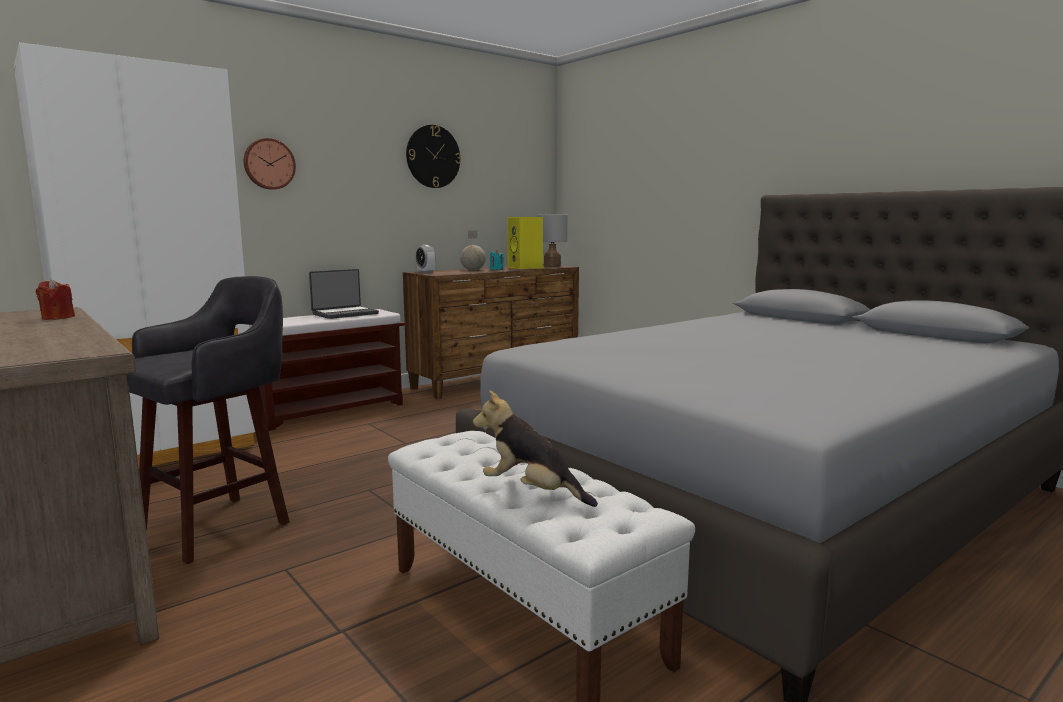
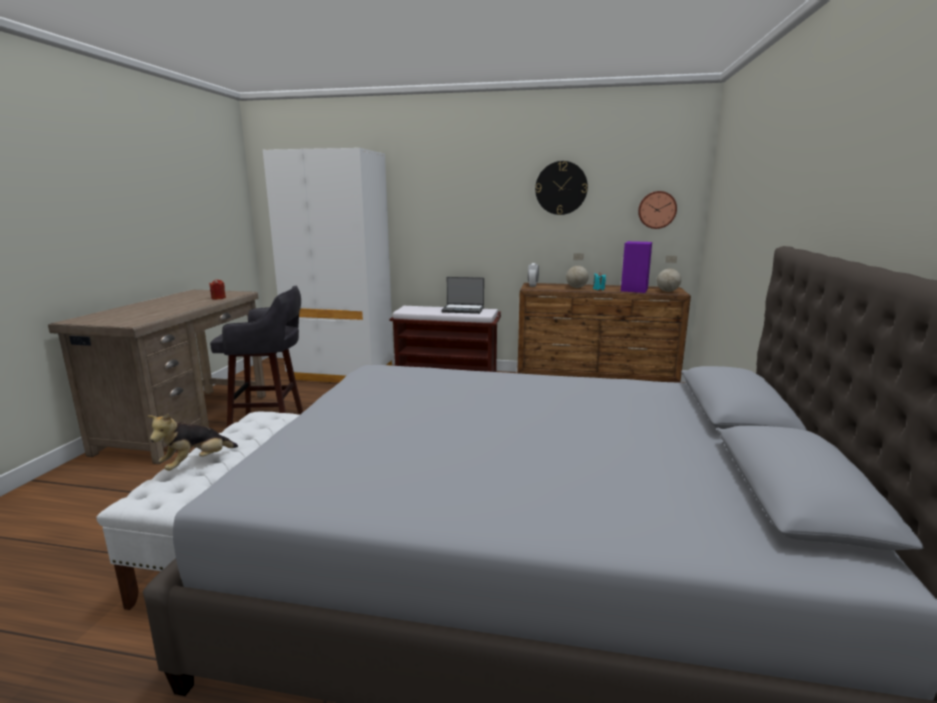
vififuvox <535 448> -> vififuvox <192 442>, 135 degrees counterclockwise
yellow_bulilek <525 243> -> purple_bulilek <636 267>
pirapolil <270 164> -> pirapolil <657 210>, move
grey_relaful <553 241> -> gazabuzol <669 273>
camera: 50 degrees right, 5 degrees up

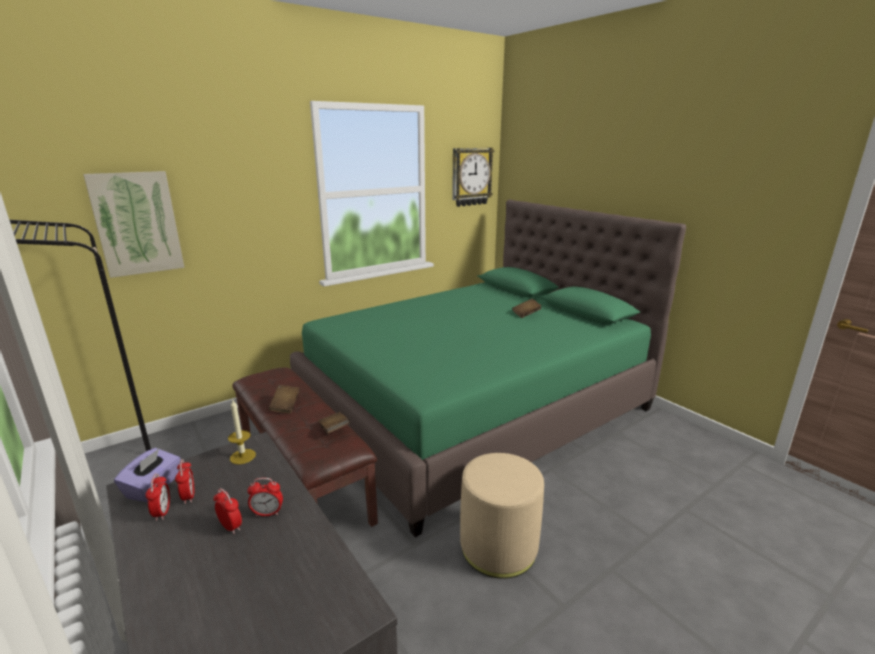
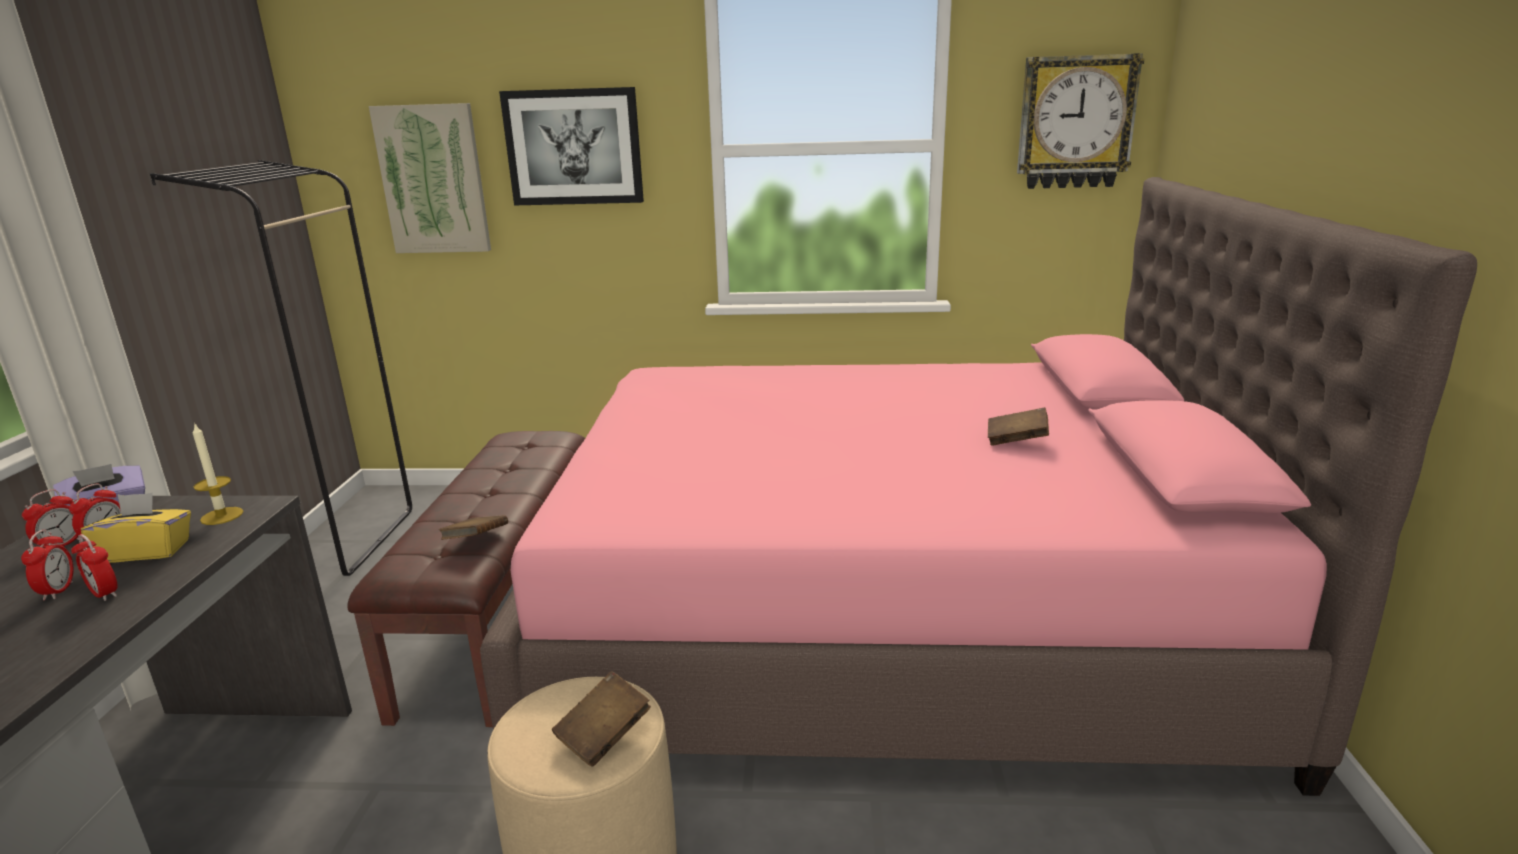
none -> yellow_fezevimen <136 528>
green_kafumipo <488 368> -> pink_kafumipo <978 486>
none -> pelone <571 146>
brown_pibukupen <283 399> -> brown_pibukupen <601 719>, move
camera: 40 degrees right, 0 degrees up

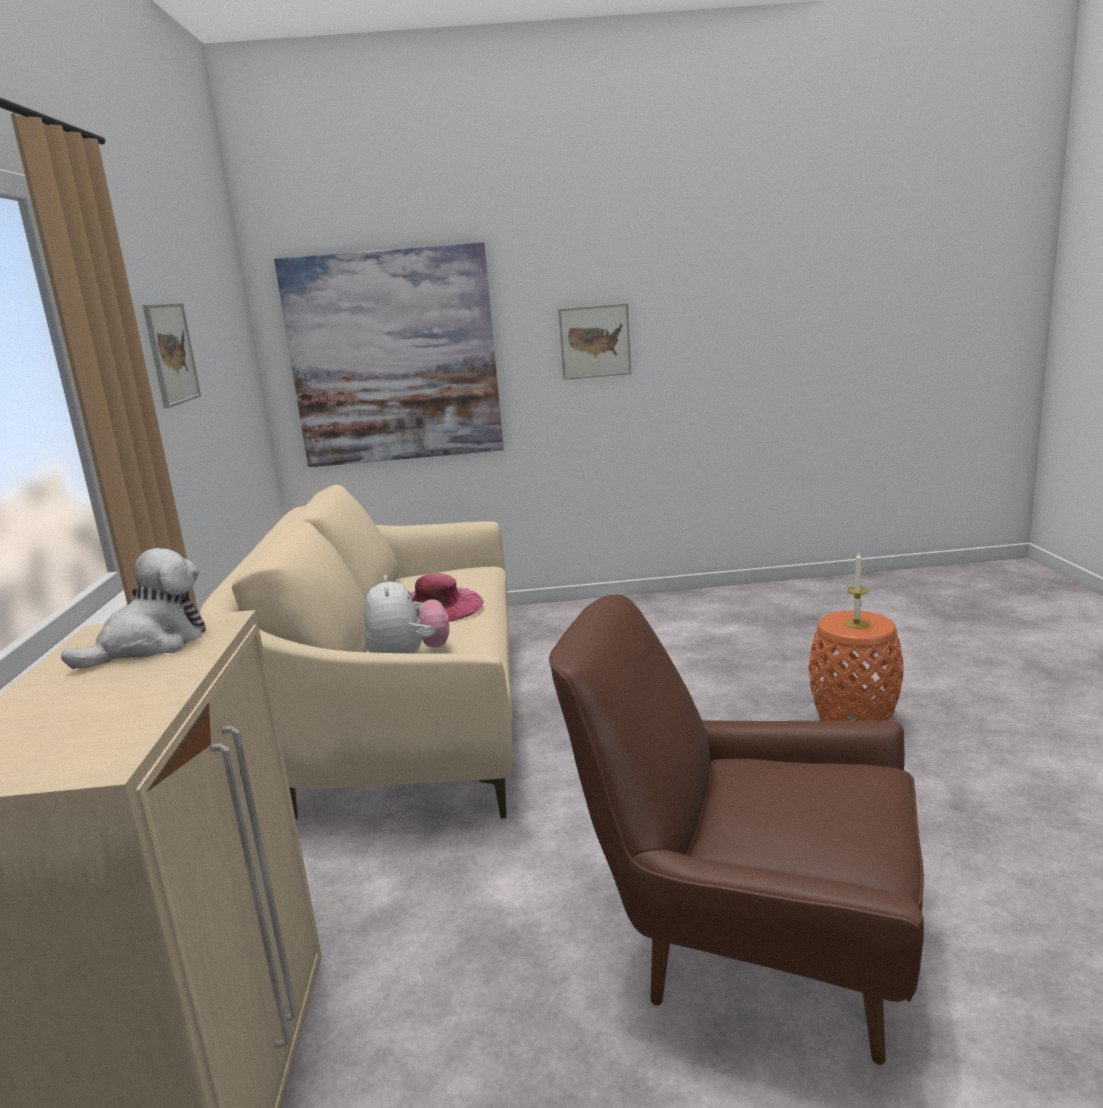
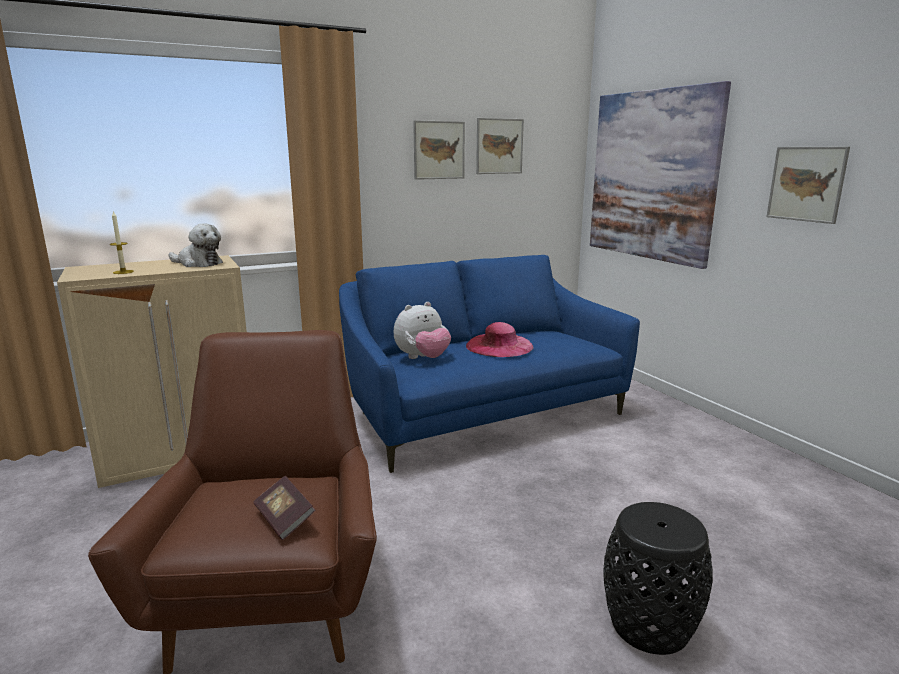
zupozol <856 591> -> zupozol <122 242>, move
none -> pibukupen <284 508>
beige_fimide <356 652> -> blue_fimide <489 364>
none -> pelone <500 146>
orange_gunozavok <856 666> -> black_gunozavok <658 578>
camera: 65 degrees right, 0 degrees up

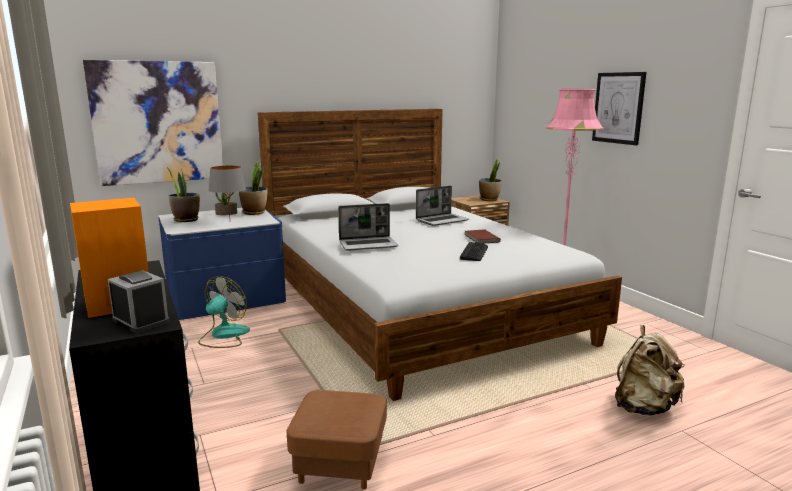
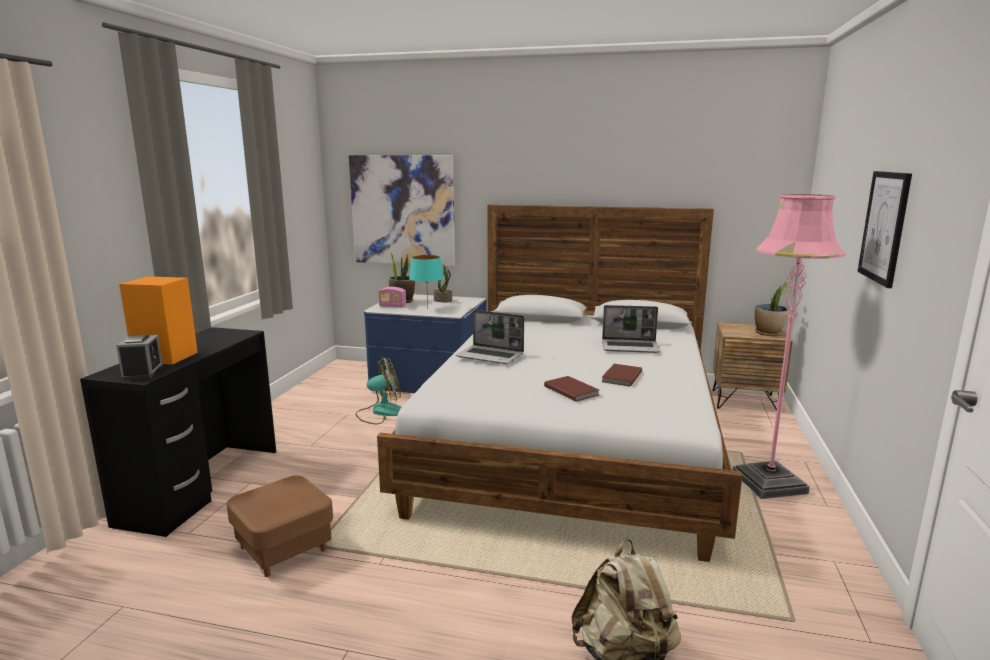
none -> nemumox <392 297>
grey_relaful <227 191> -> turquoise_relaful <426 282>
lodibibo <474 251> -> brown_pibukupen <571 389>
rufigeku <253 187> -> none
camera: 40 degrees right, 0 degrees up

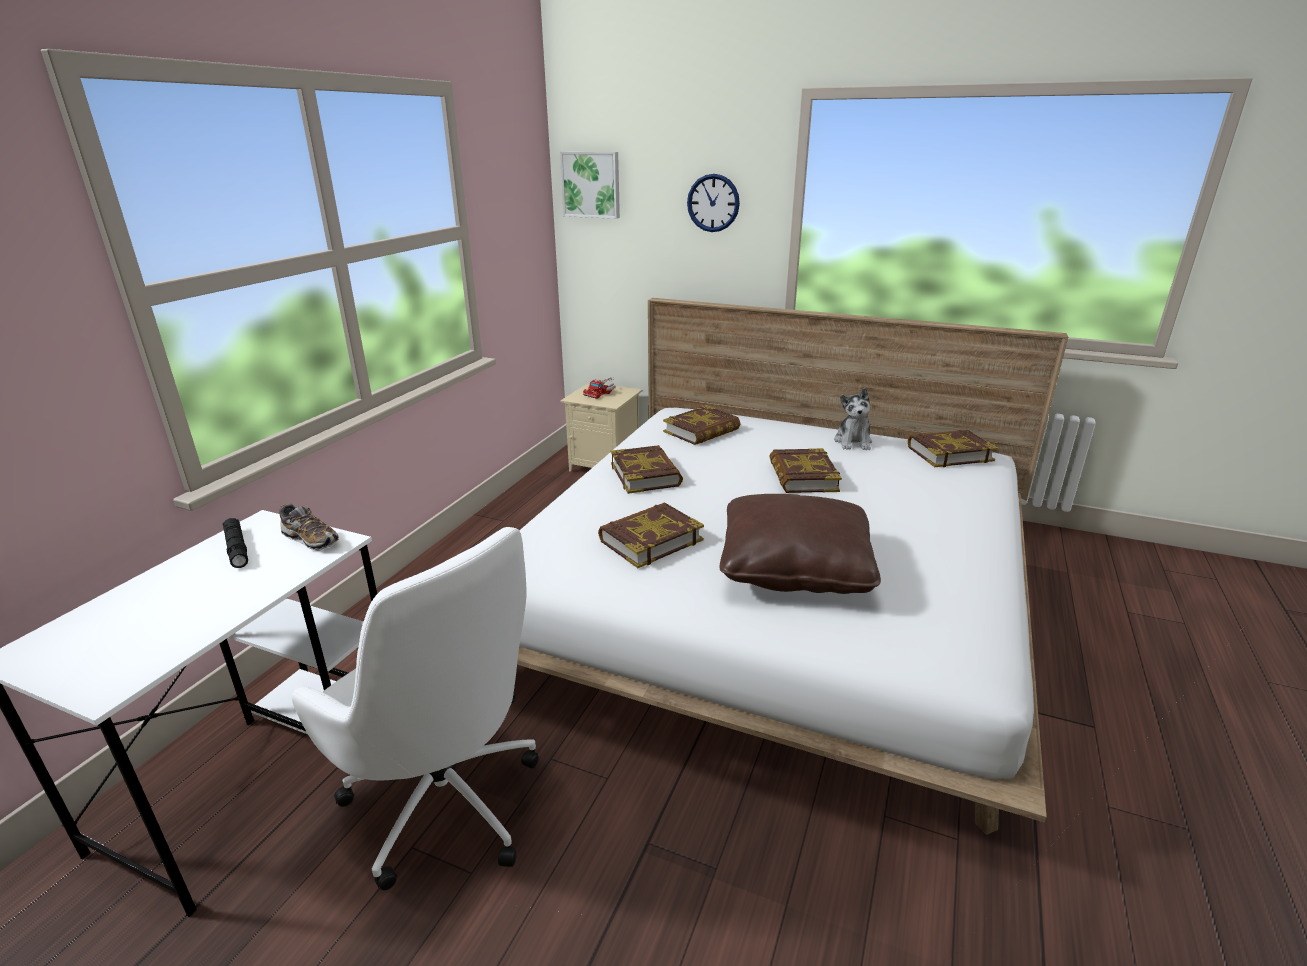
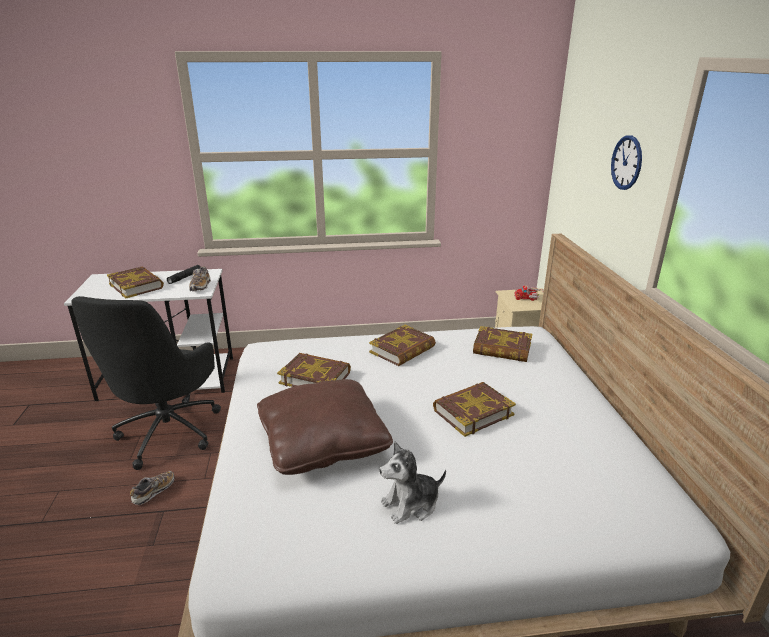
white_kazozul <415 708> -> black_kazozul <146 383>
pibukupen <953 448> -> pibukupen <135 282>, move
none -> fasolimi <152 488>
vififuvox <853 419> -> vififuvox <412 483>, move
pelone <590 185> -> none
camera: 60 degrees right, 0 degrees up

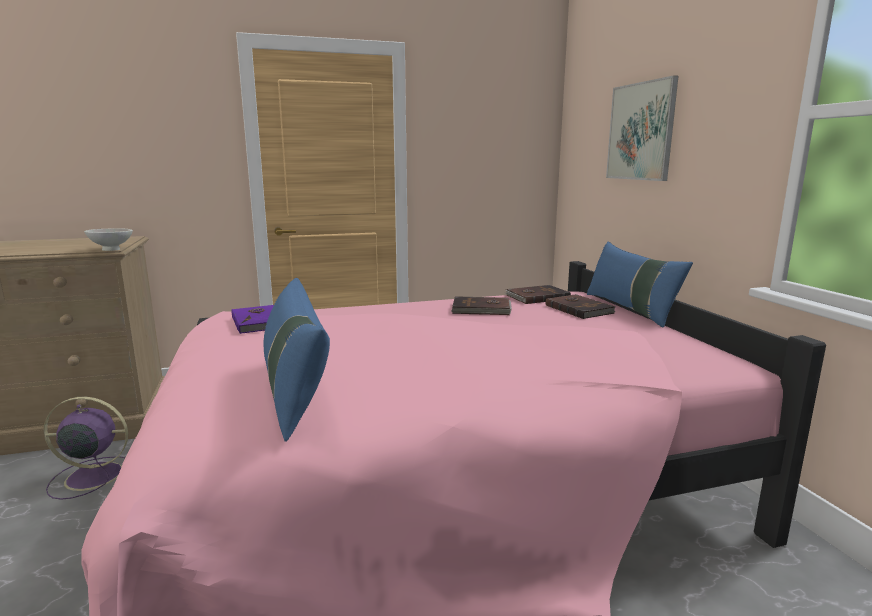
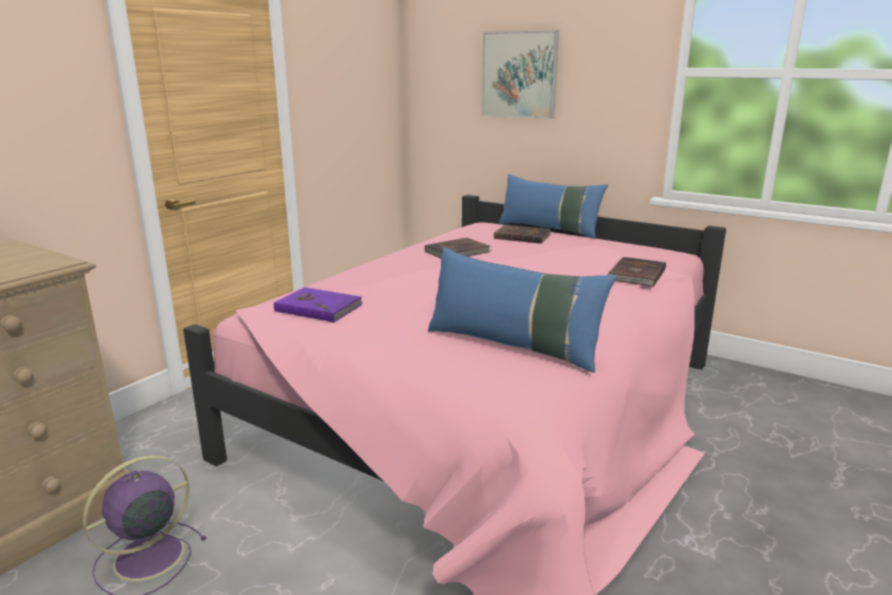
brown_pibukupen <538 294> -> brown_pibukupen <636 272>, move
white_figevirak <108 239> -> none
camera: 40 degrees left, 5 degrees up

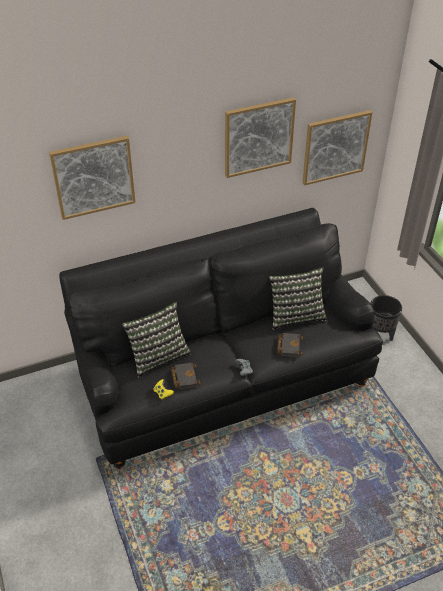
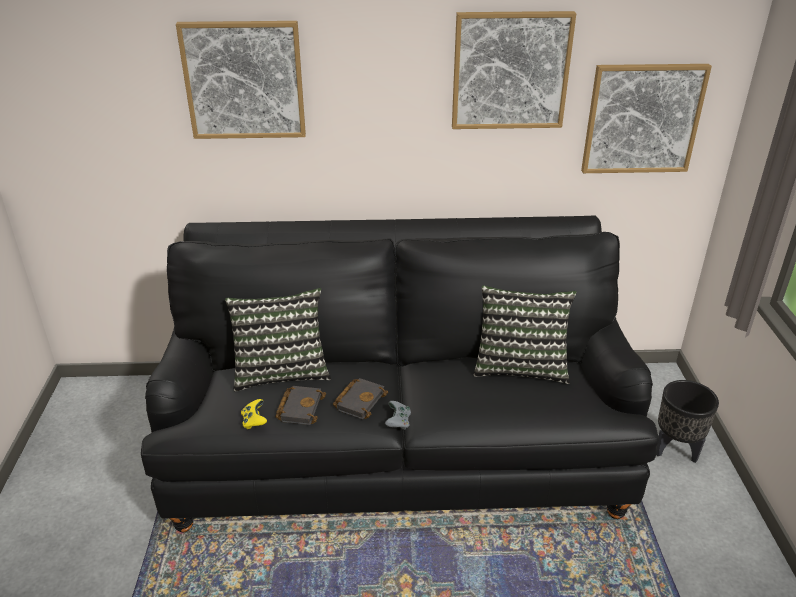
black_pibukupen <290 345> -> black_pibukupen <360 398>, move
camera: 20 degrees right, 10 degrees down

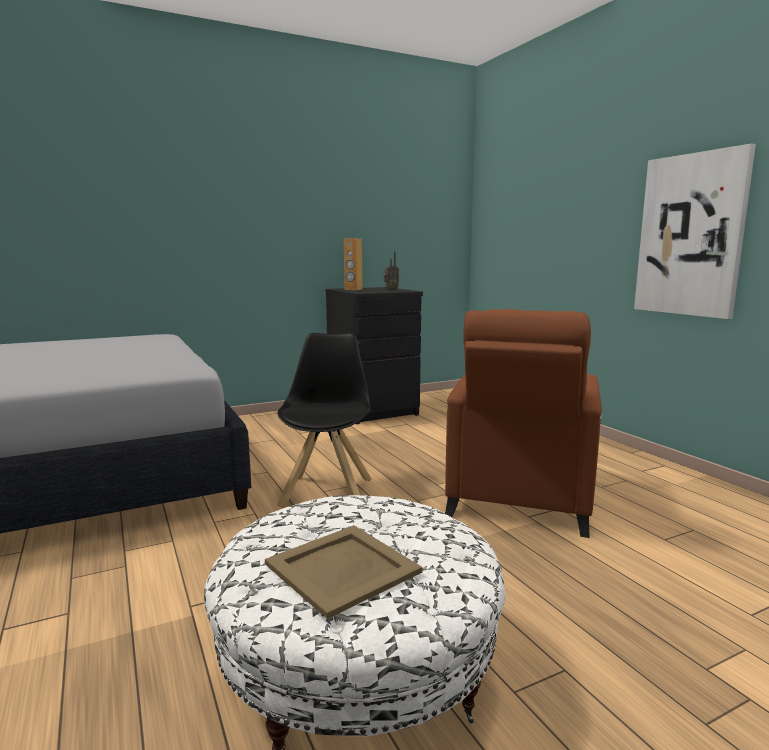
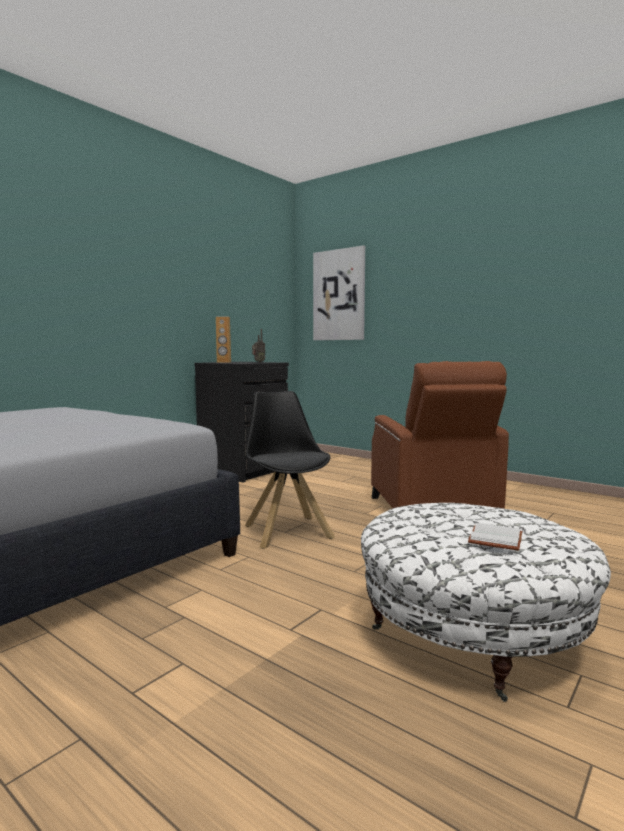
pelone <695 231> -> pelone <339 293>, move
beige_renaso <343 572> -> white_pibukupen <495 537>
camera: 25 degrees left, 5 degrees down

